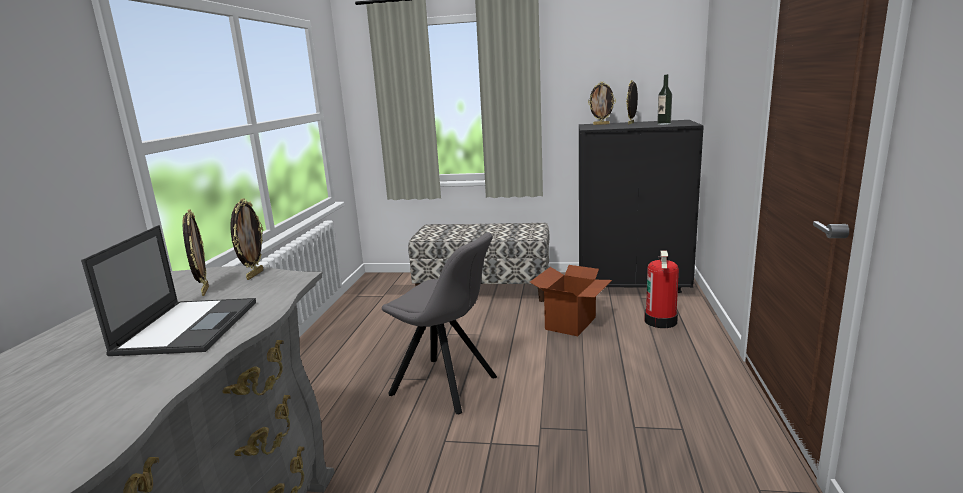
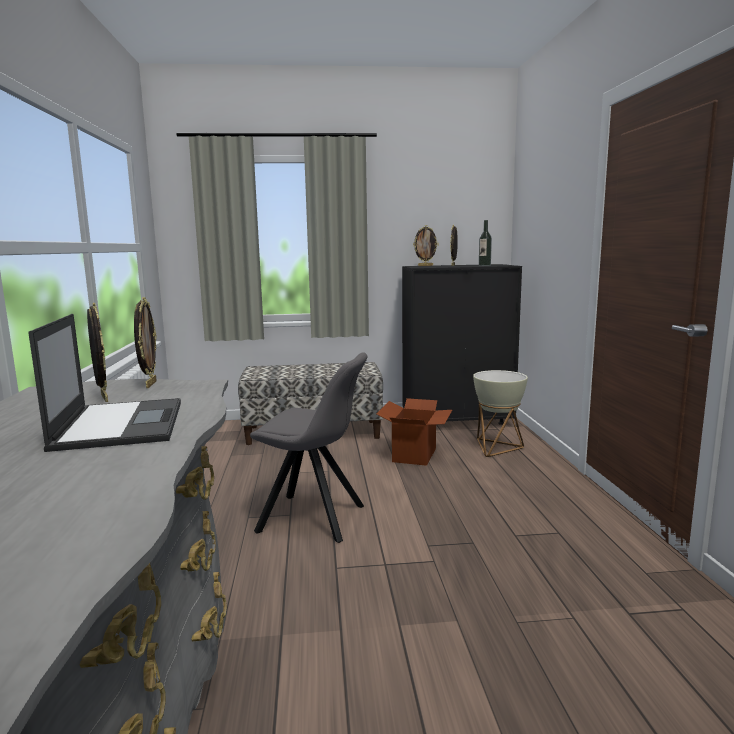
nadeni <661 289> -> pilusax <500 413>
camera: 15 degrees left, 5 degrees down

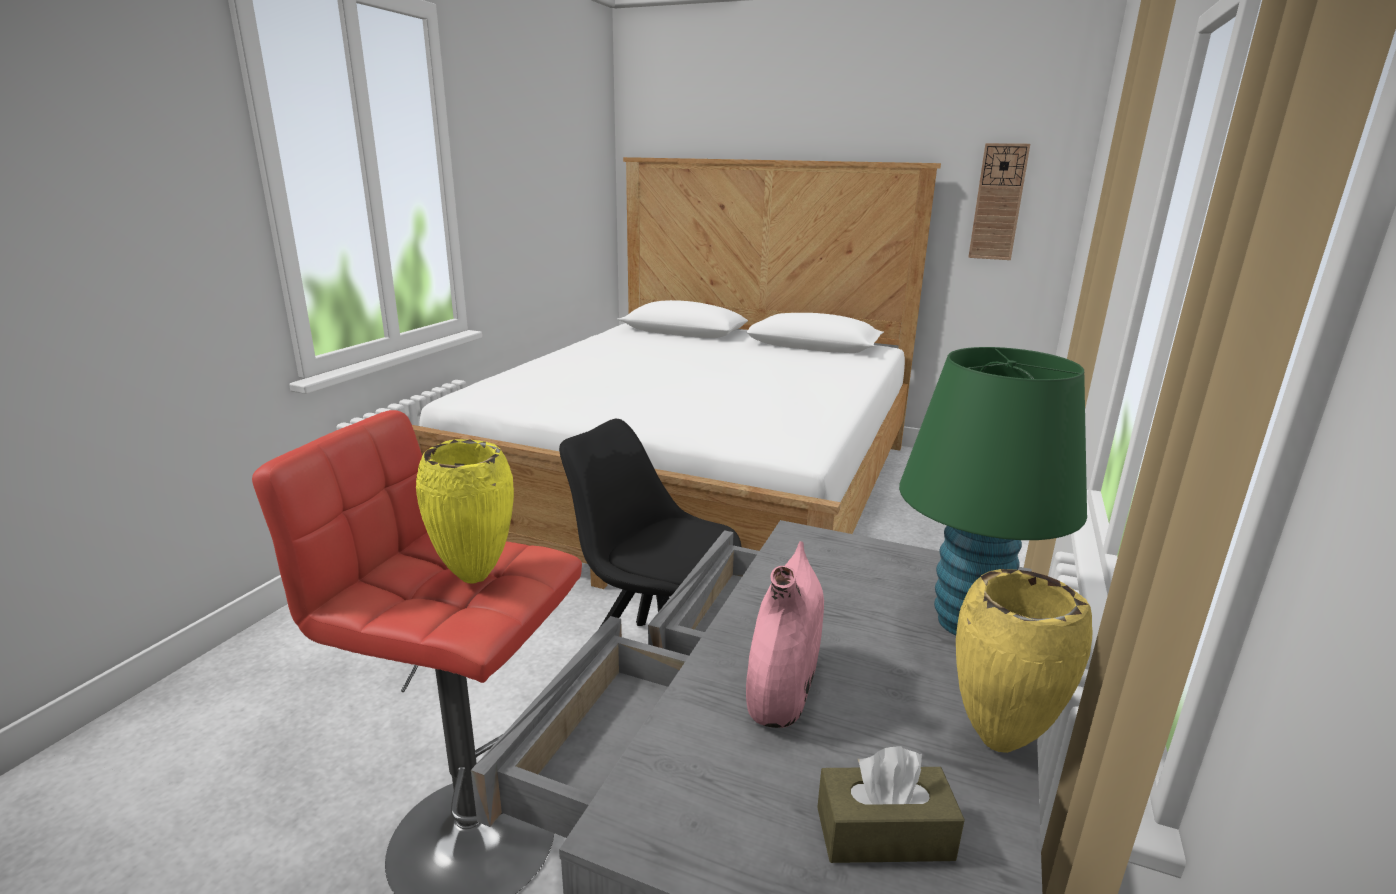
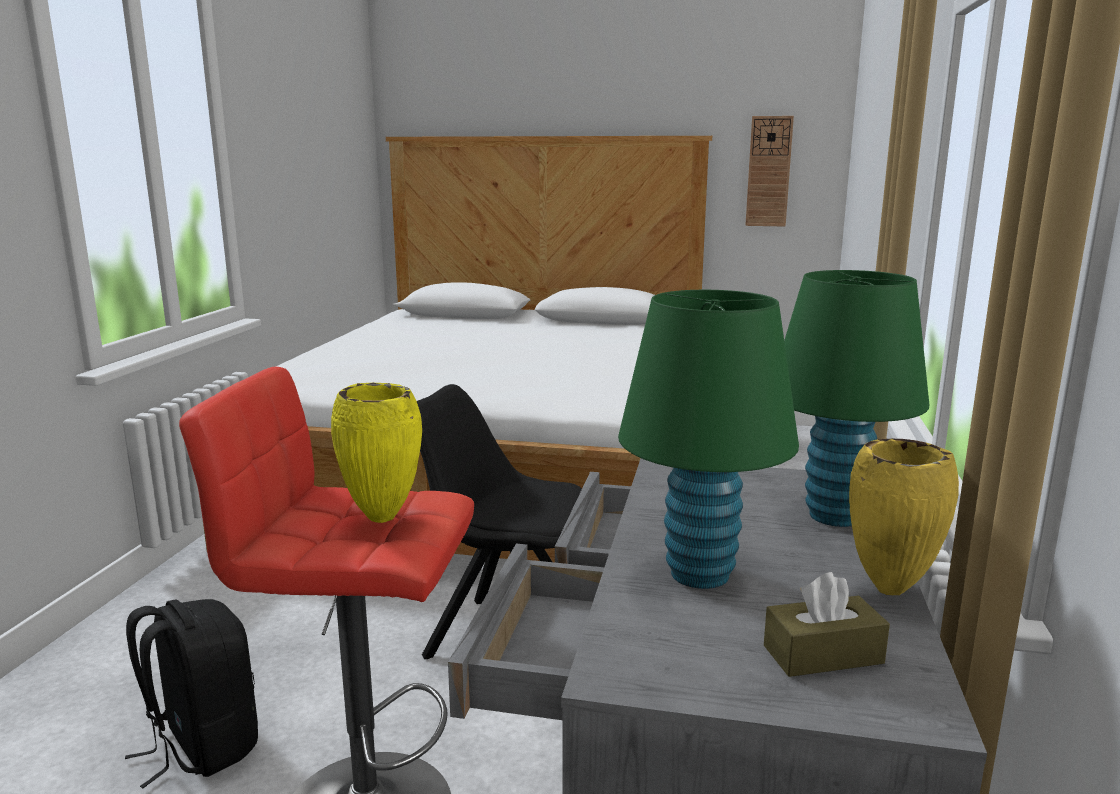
none -> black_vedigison <191 693>
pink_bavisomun <785 634> -> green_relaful <708 439>
camera: 10 degrees left, 5 degrees down

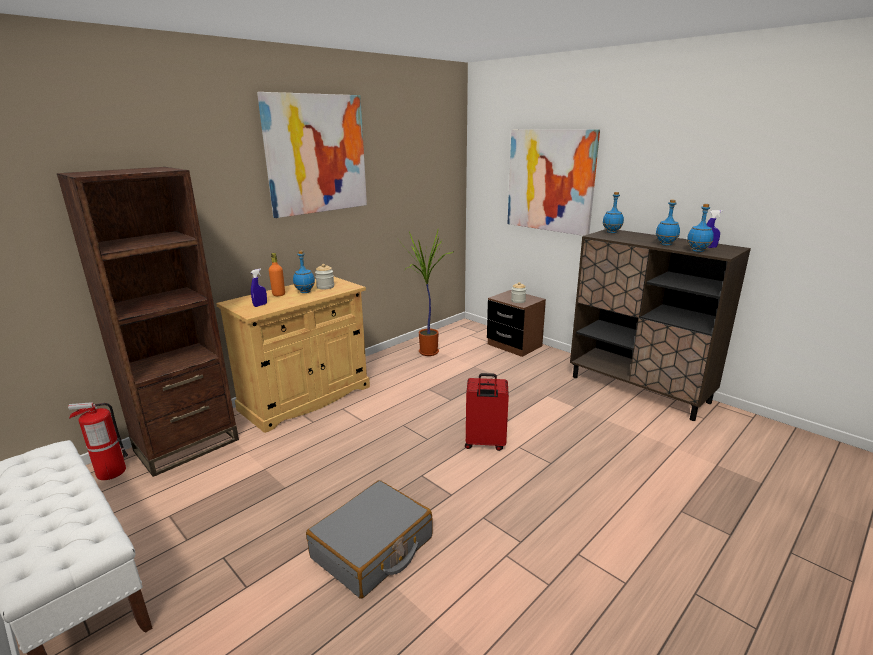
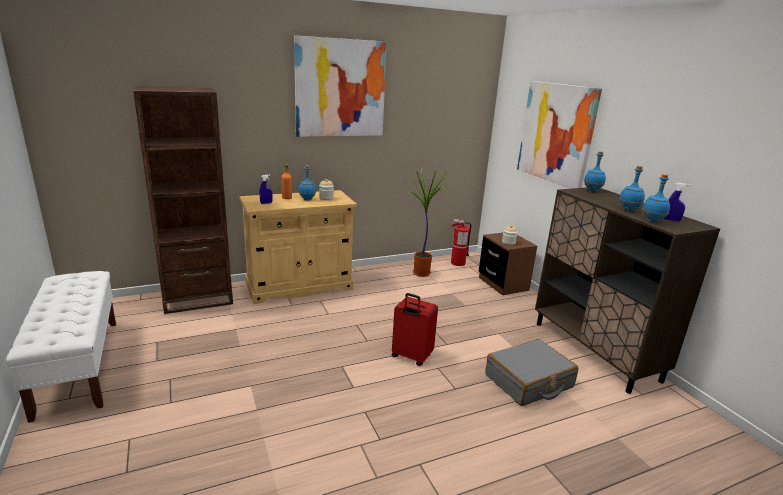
nadeni <98 441> -> nadeni <461 242>, move
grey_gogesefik <369 539> -> grey_gogesefik <531 372>, move
camera: 20 degrees right, 0 degrees up

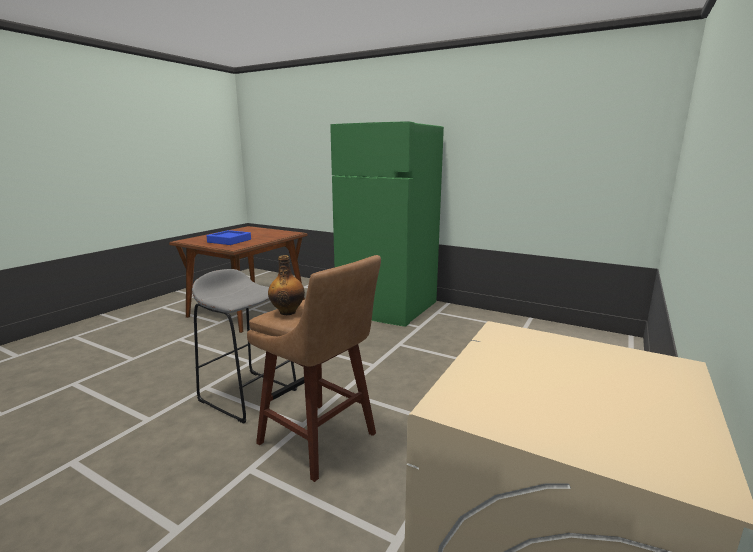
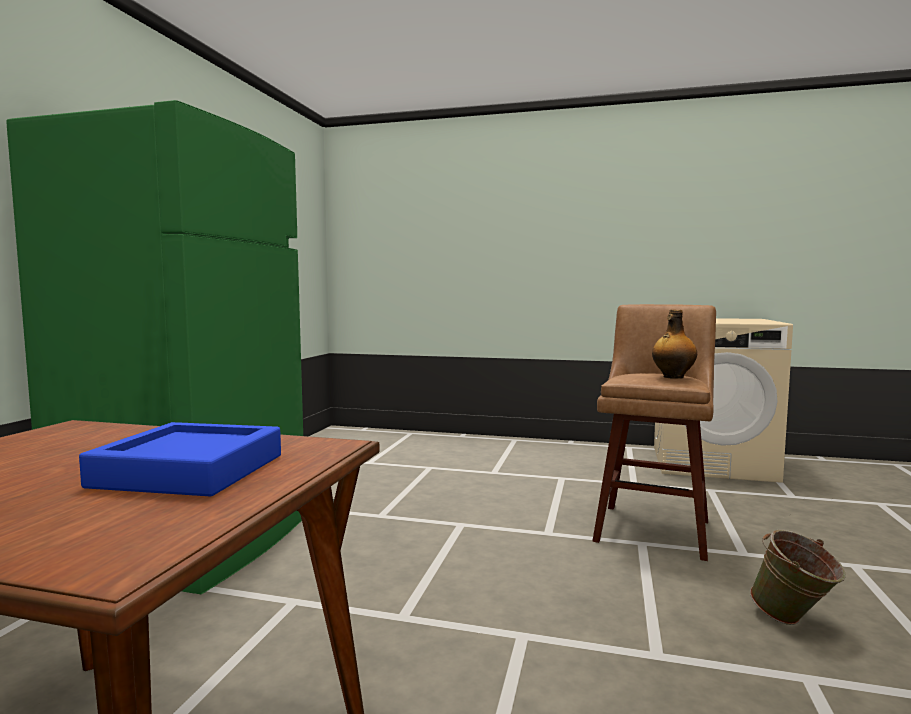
none -> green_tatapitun <798 577>
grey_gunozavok <244 346> -> none
camera: 105 degrees left, 10 degrees down

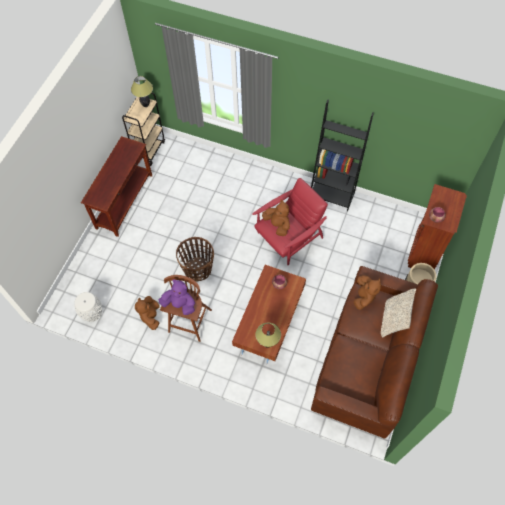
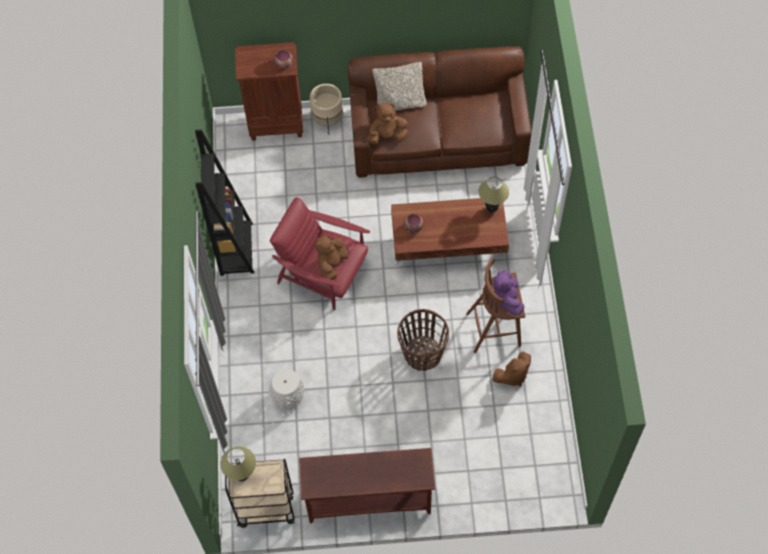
white_gunozavok <88 307> -> white_gunozavok <286 389>, move
camera: 115 degrees left, 0 degrees up

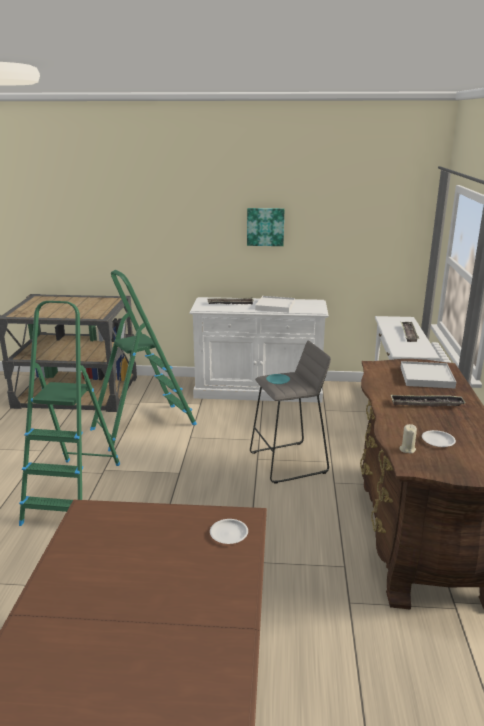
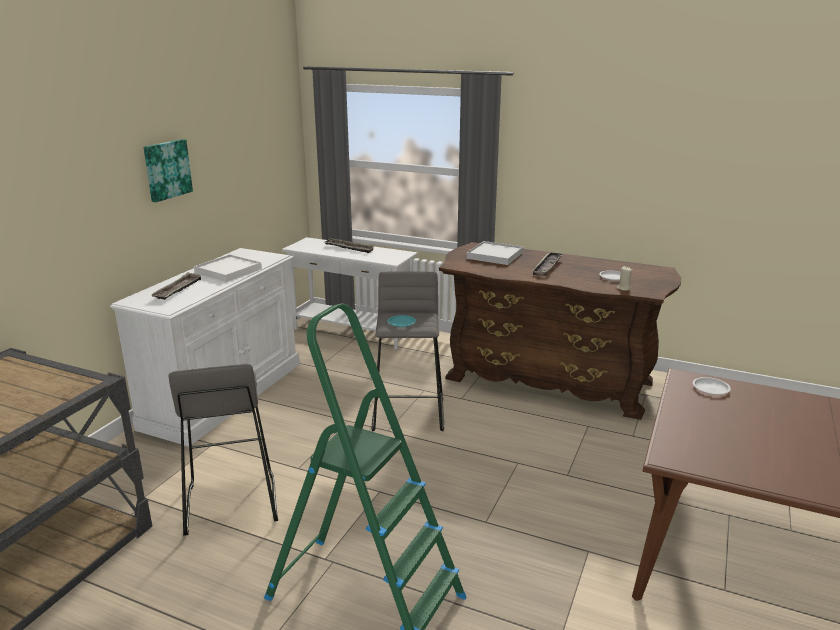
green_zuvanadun <143 360> -> grey_gunozavok <223 449>
camera: 70 degrees left, 0 degrees up

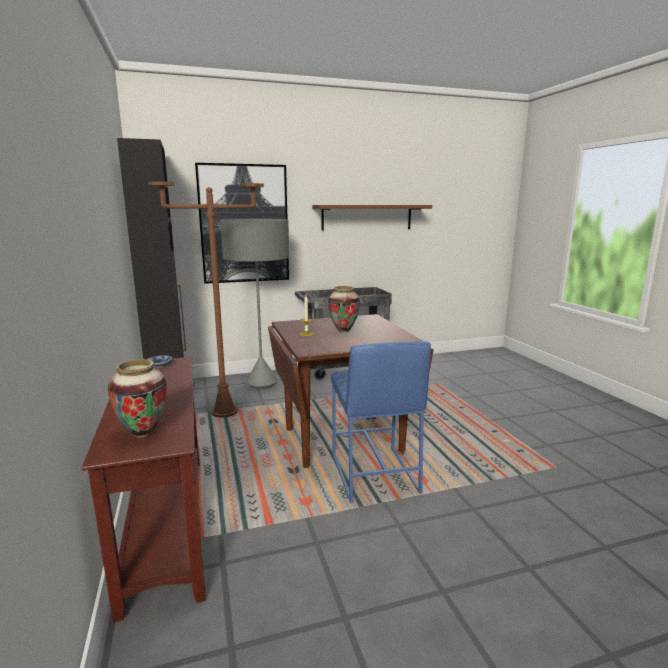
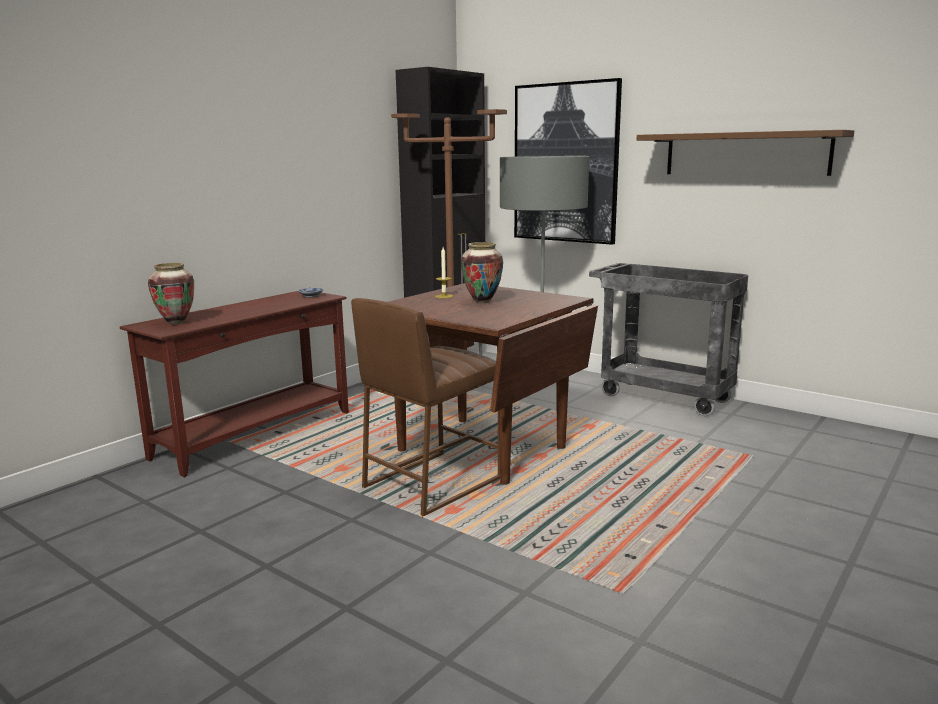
blue_gunozavok <381 422> -> brown_gunozavok <425 407>
camera: 55 degrees right, 0 degrees up

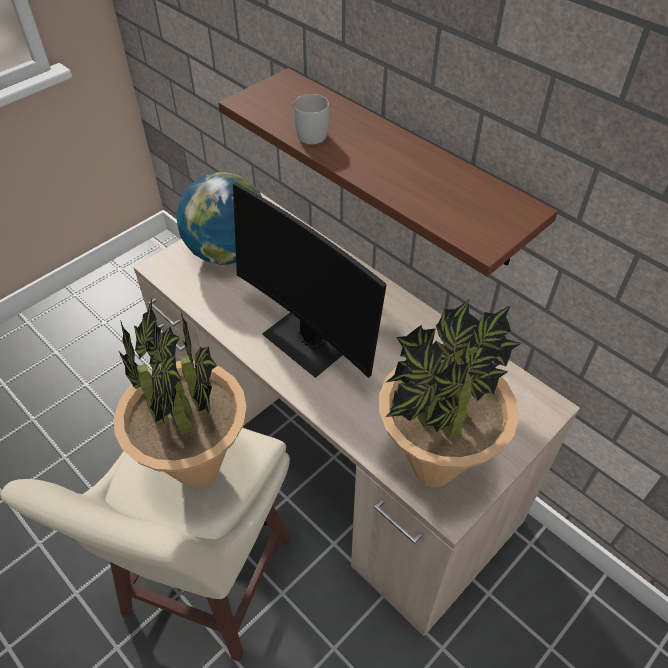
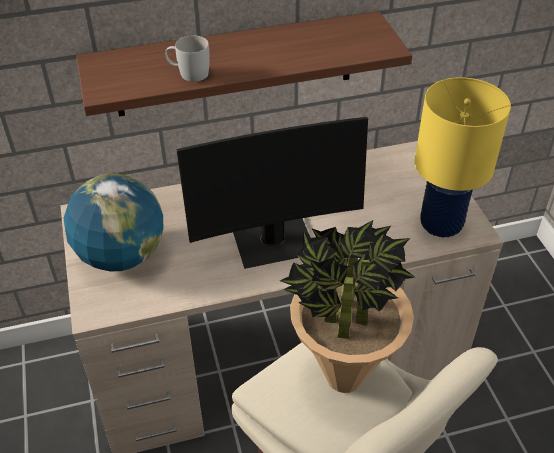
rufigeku <450 393> -> yellow_relaful <463 157>
camera: 60 degrees left, 5 degrees down

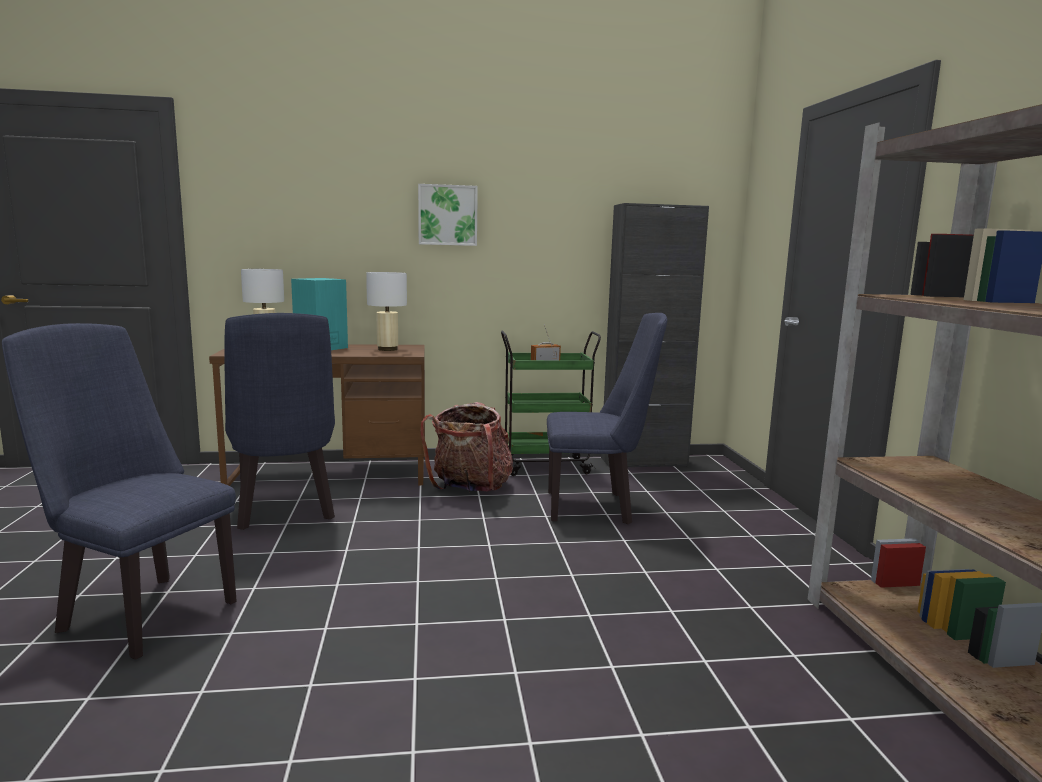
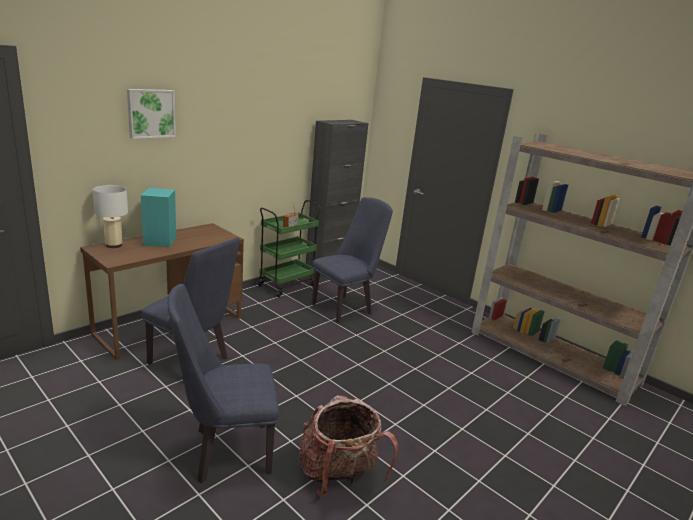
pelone <448 215> -> pelone <151 114>, move
vedigison <466 447> -> vedigison <349 445>, move
white_relaful <386 311> -> none
camera: 40 degrees left, 10 degrees up

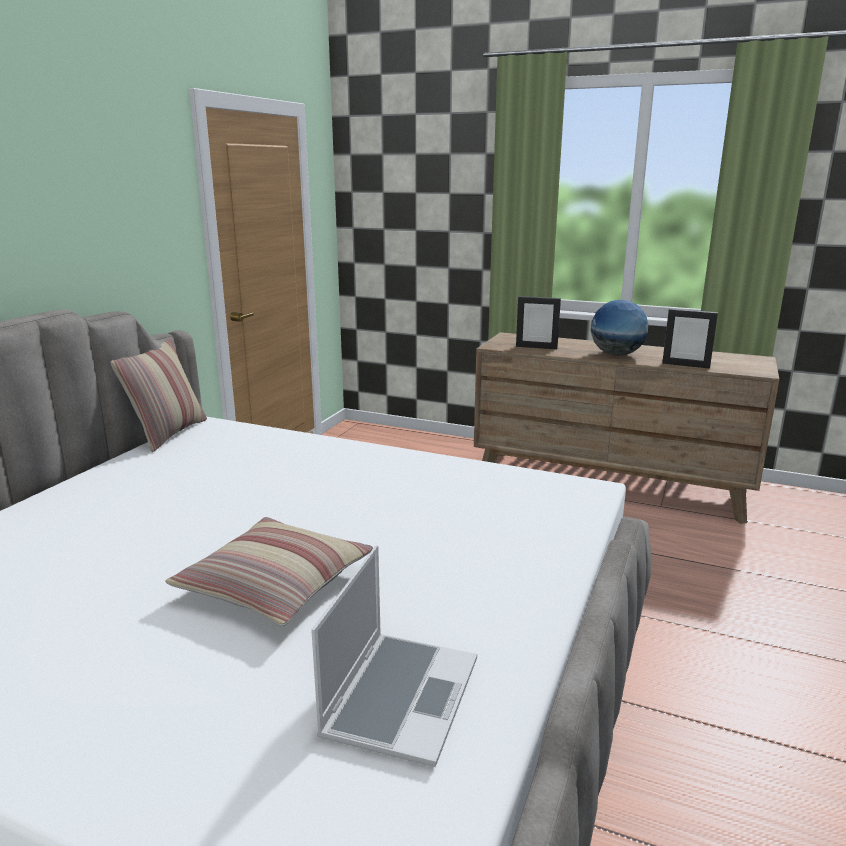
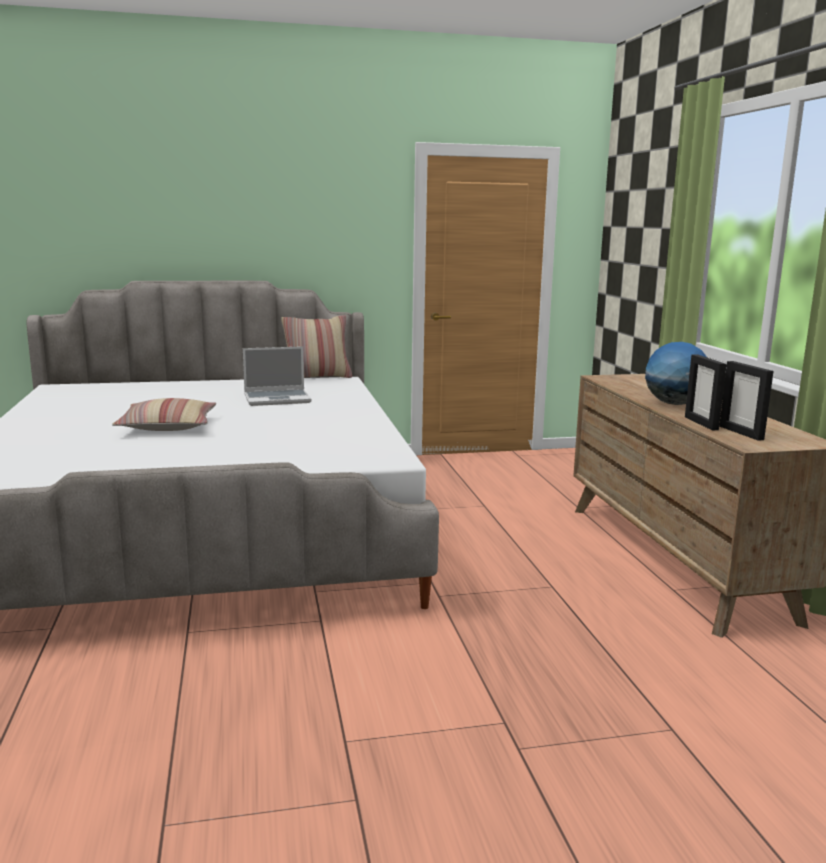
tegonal <394 656> -> tegonal <277 376>, move
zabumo <538 322> -> zabumo <746 401>, move
camera: 55 degrees right, 5 degrees down

